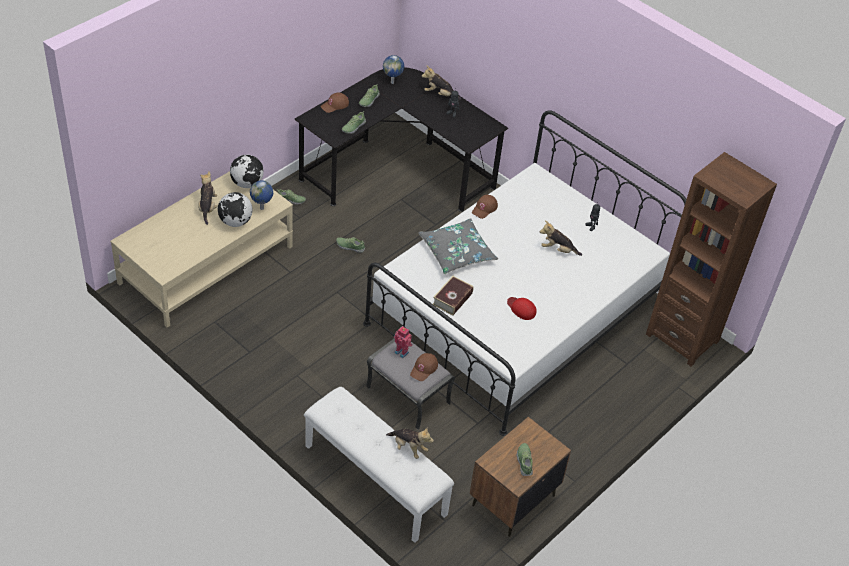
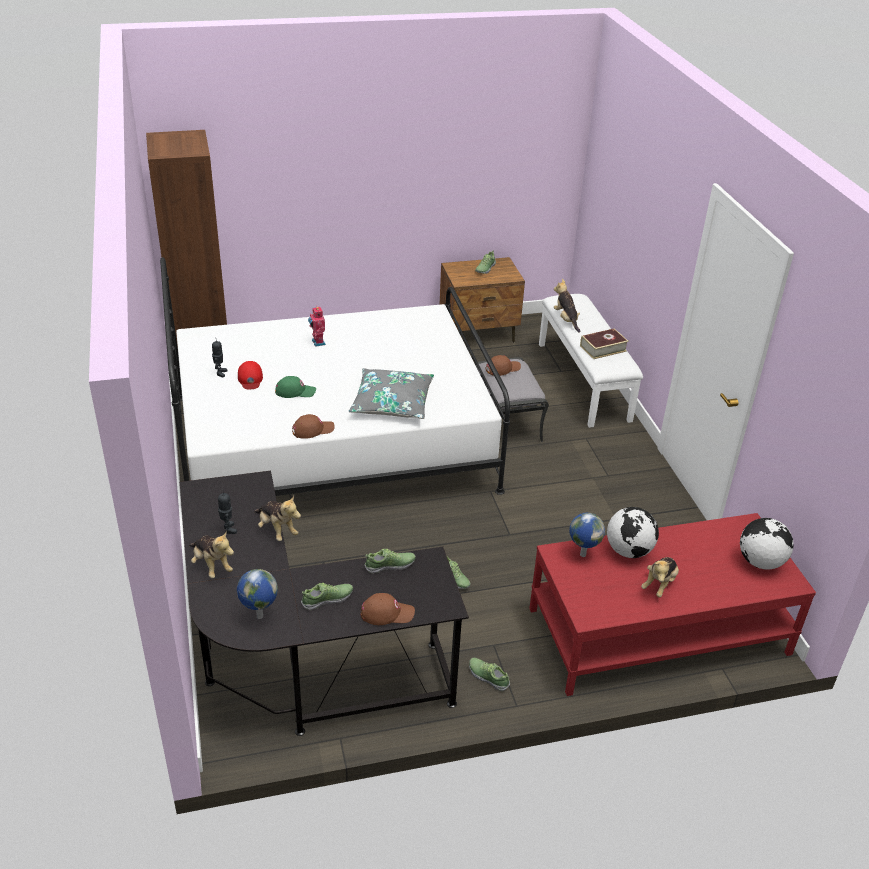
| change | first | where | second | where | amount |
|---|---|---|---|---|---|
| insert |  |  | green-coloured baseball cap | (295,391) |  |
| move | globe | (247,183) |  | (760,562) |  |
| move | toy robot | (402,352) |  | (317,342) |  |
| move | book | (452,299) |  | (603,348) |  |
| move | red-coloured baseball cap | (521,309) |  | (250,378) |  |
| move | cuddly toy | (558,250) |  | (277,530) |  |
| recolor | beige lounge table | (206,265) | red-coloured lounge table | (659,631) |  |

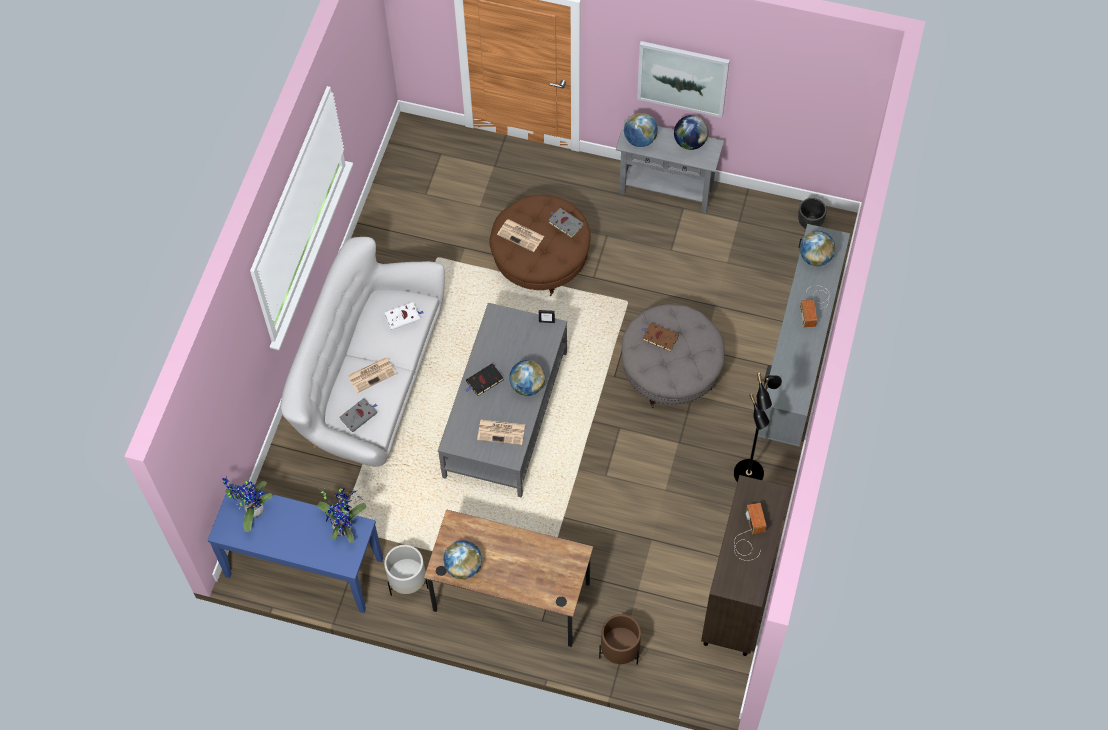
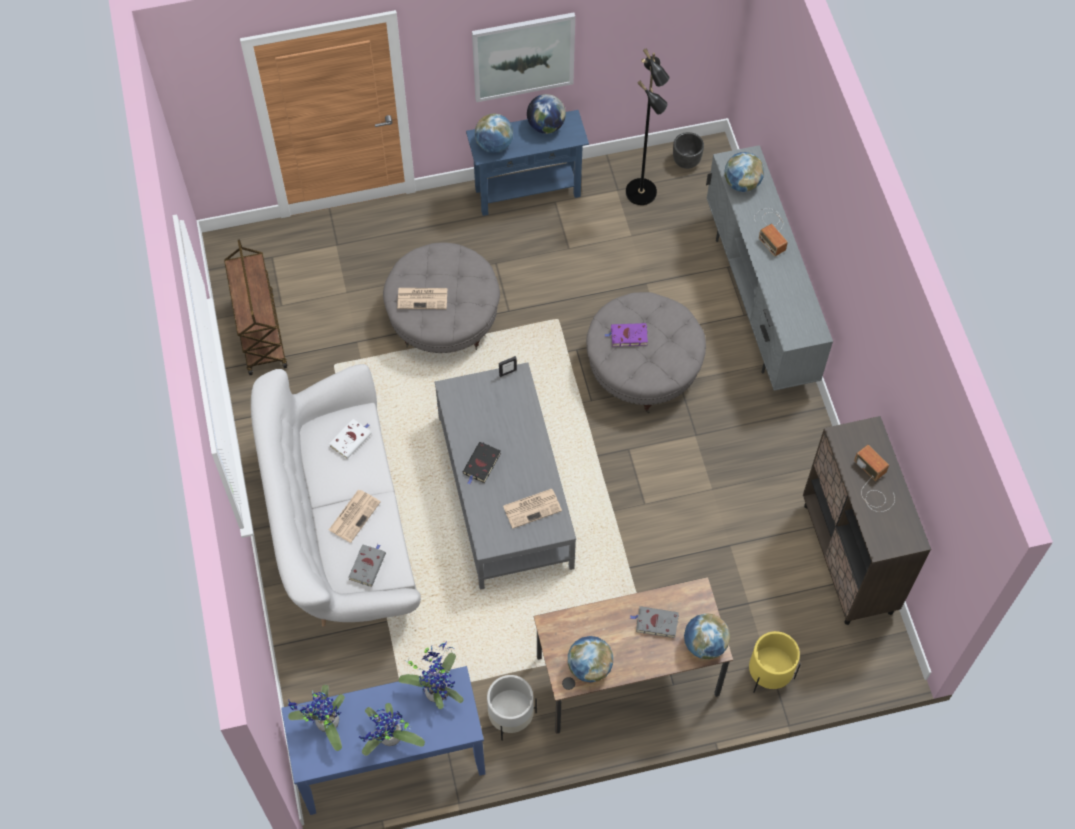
| change | first | where | second | where | amount |
|---|---|---|---|---|---|
| insert |  |  | brown-coloured trolley | (260,332) |  |
| insert |  |  | houseplant | (389,739) |  |
| move | globe | (527,386) |  | (704,644) |  |
| move | gray book | (565,223) |  | (655,623) |  |
| move | blackish standard lamp | (749,474) |  | (642,192) |  |
| recolor | brown-coloured ottoman | (541,259) | gray ottoman | (444,317) |  |
| recolor | brown-coloured flower pot | (620,651) | yellow flower pot | (769,674) |  |
| recolor | gray narrow table | (666,191) | bluish narrow table | (527,192) |  |
| recolor | brown-coloured book | (659,337) | purplish book | (627,336) |  |

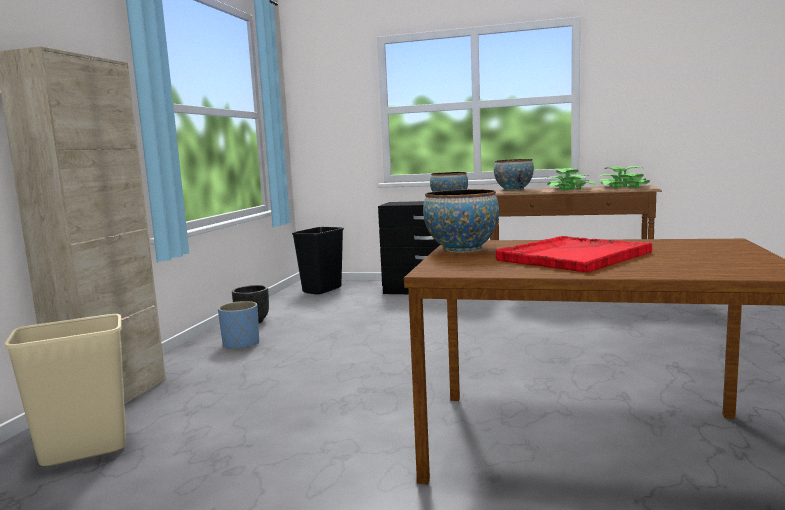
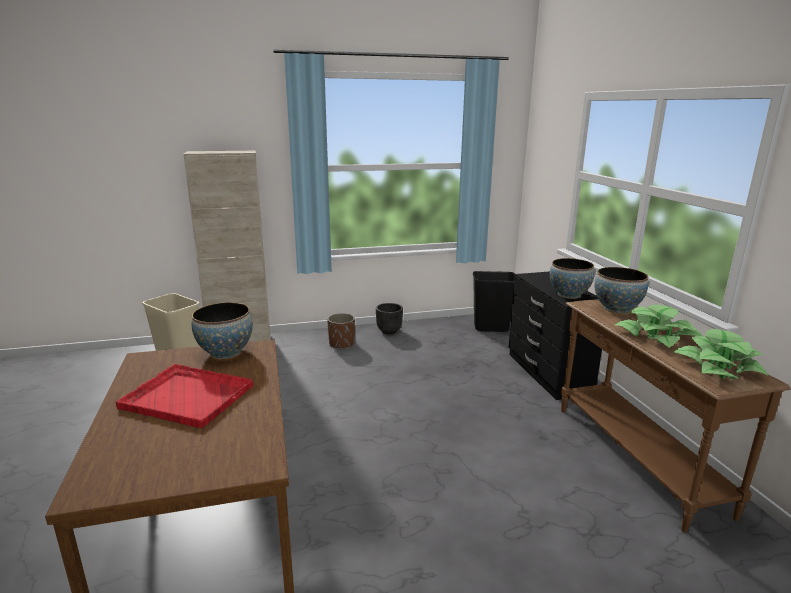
| change | first | where | second | where | amount |
|---|---|---|---|---|---|
| recolor | bluish flower pot | (241,344) | brown-coloured flower pot | (342,344) |  |

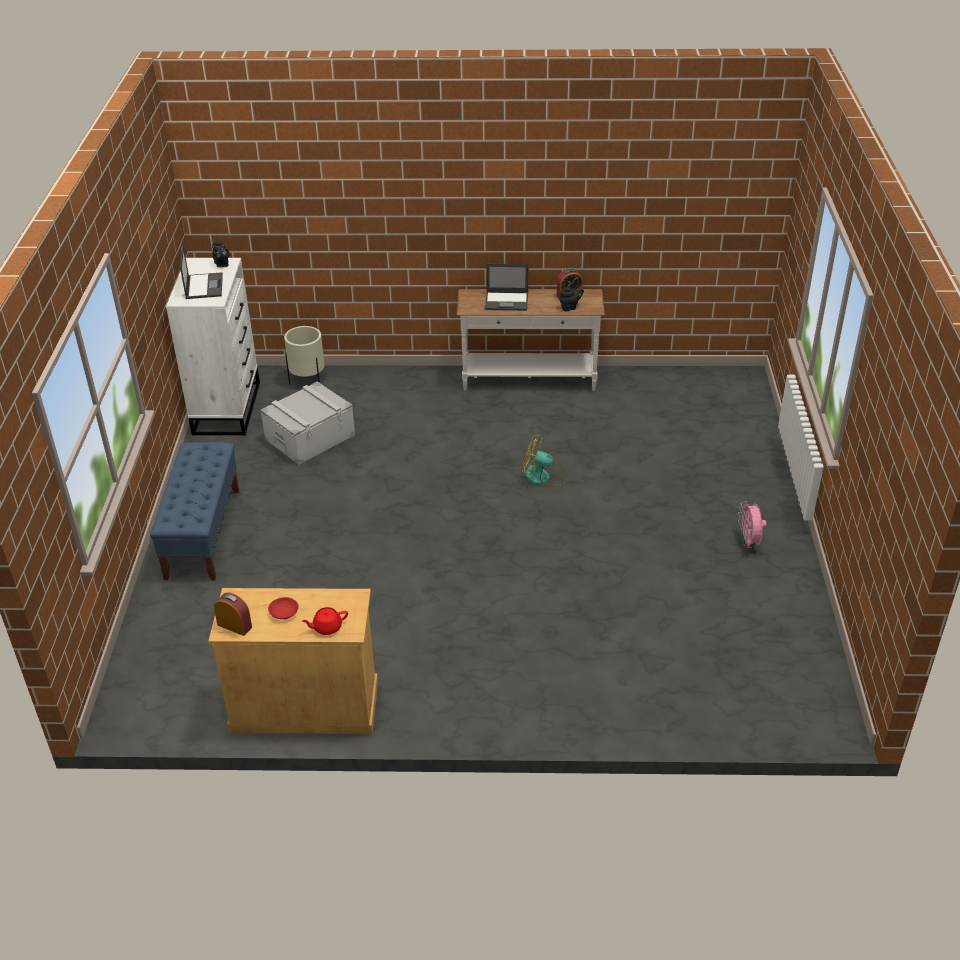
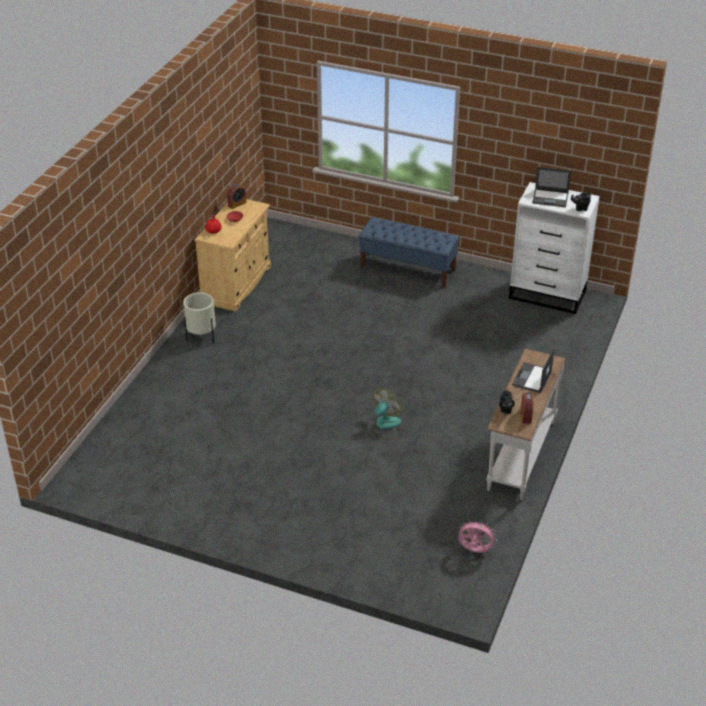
| change | first | where | second | where | amount |
|---|---|---|---|---|---|
| delete | gray storage container | (310,437) |  |  |  |
| move | beige flower pot | (308,381) |  | (202,337) |  |
| move | pink-coloured cooling fan | (749,542) |  | (474,551) |  |

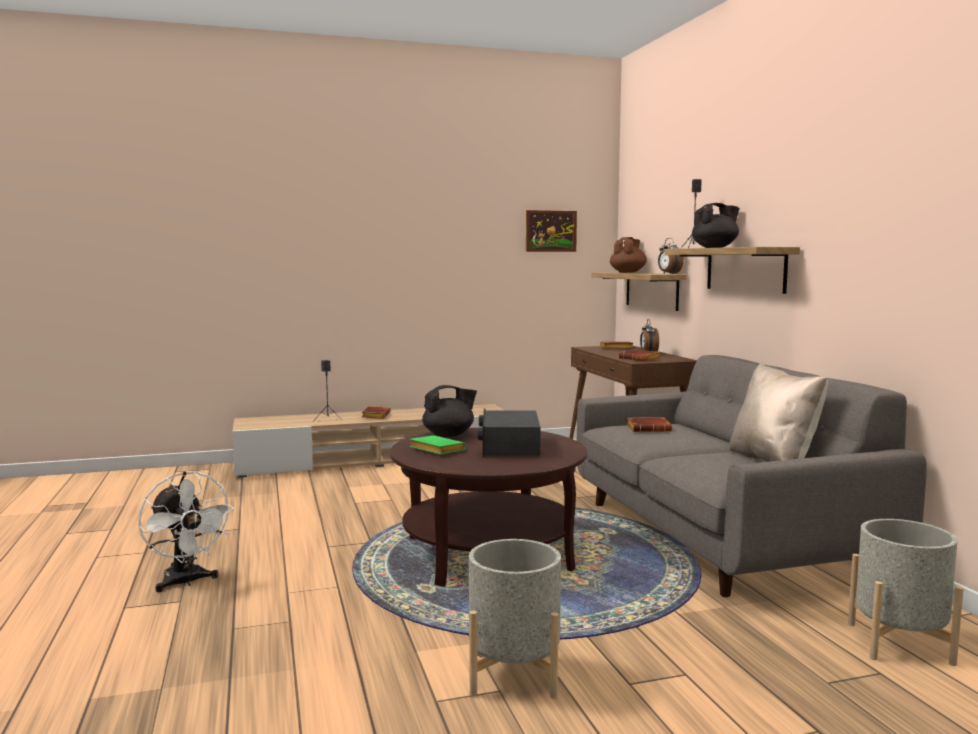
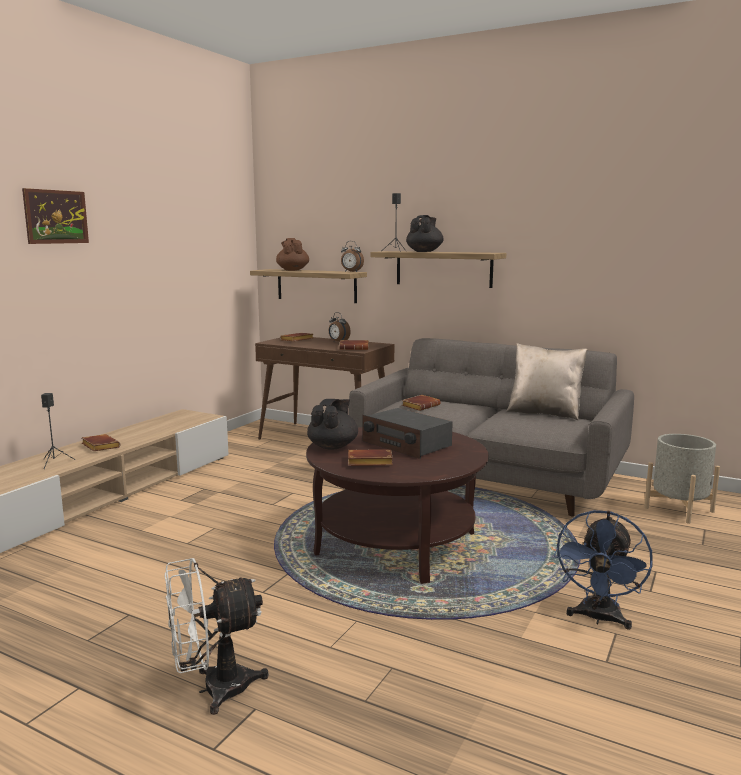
| change | first | where | second | where | amount |
|---|---|---|---|---|---|
| move | picture | (551,231) |  | (56,217) |  |
| replace | gray flower pot | (514,674) | bluish cooling fan | (598,618) |  |
| recolor | green-coloured book | (435,450) | brown-coloured book | (368,463) |  |
| rotate | white cooling fan | (186,582) |  | (213,689) | 150 degrees clockwise |

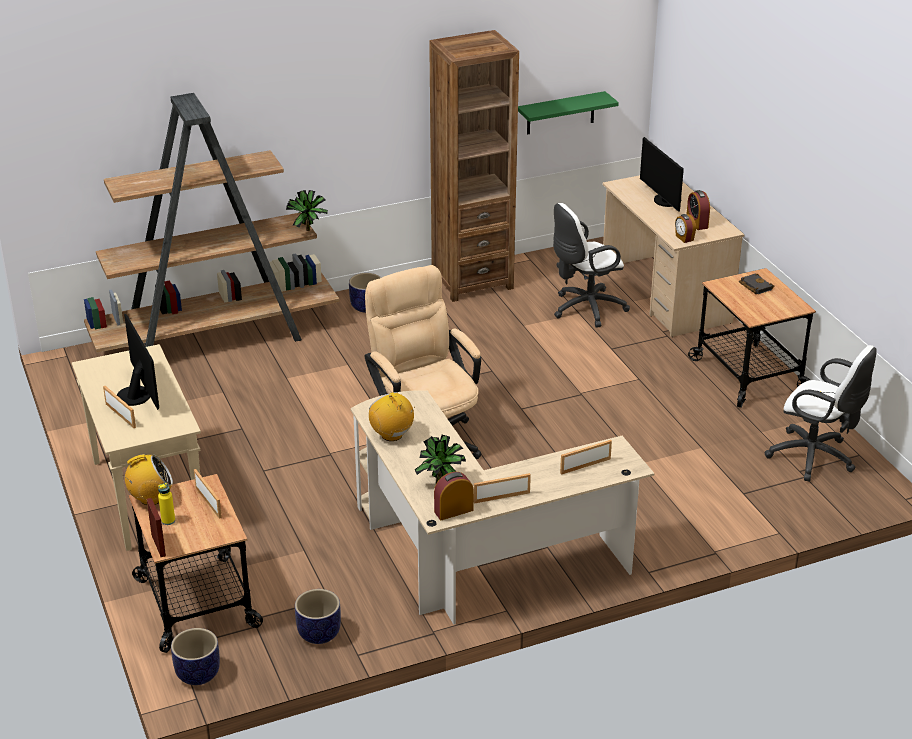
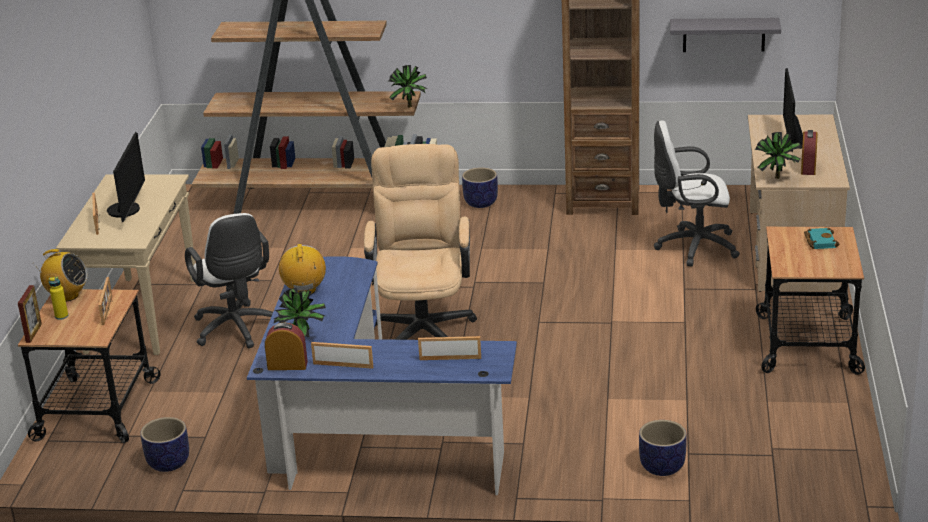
| change | first | where | second | where | amount |
|---|---|---|---|---|---|
| move | flower pot | (198,674) |  | (662,467) |  |
| move | white desk chair | (815,458) |  | (236,330) |  |
| replace | alarm clock | (684,238) | houseplant | (777,179) |  |
| recolor | beige desk | (474,557) | bluish desk | (364,439) |  |
| recolor | green-coloured wall shelf | (560,113) | gray wall shelf | (724,34) |  |
| recolor | blackish book | (754,286) | turquoise-coloured book | (819,241) |  |

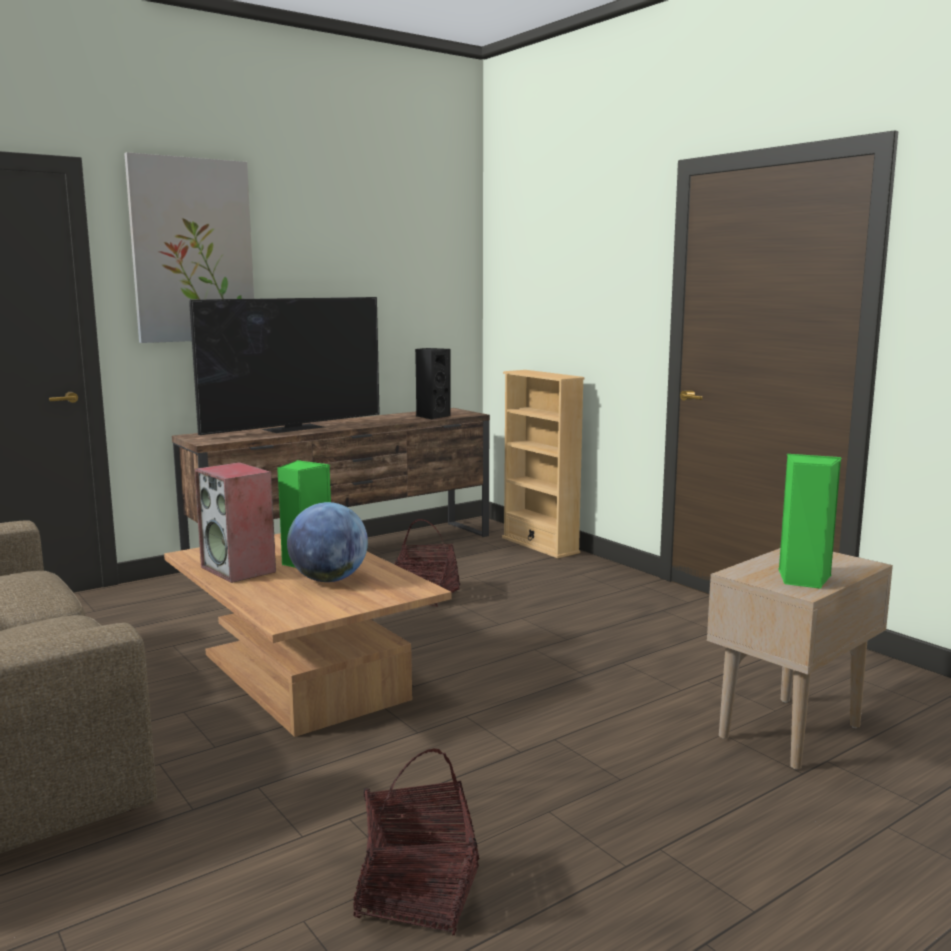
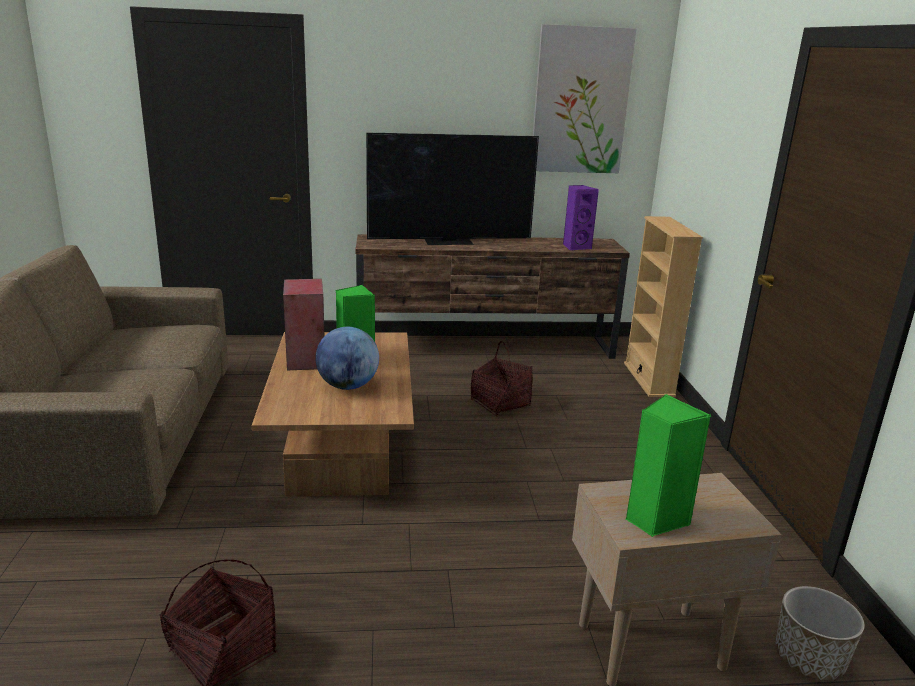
| change | first | where | second | where | amount |
|---|---|---|---|---|---|
| insert |  |  | flower pot | (809,659) |  |
| move | picture | (192,251) |  | (580,101) |  |
| recolor | blackish audio speaker | (432,416) | purplish audio speaker | (575,247) |  |

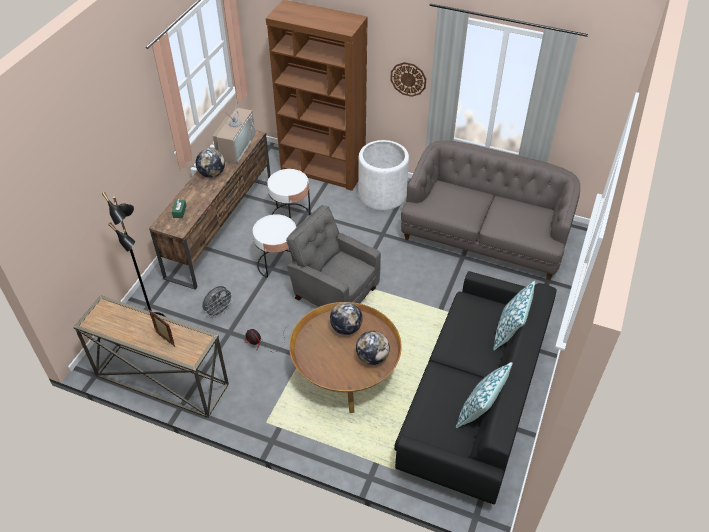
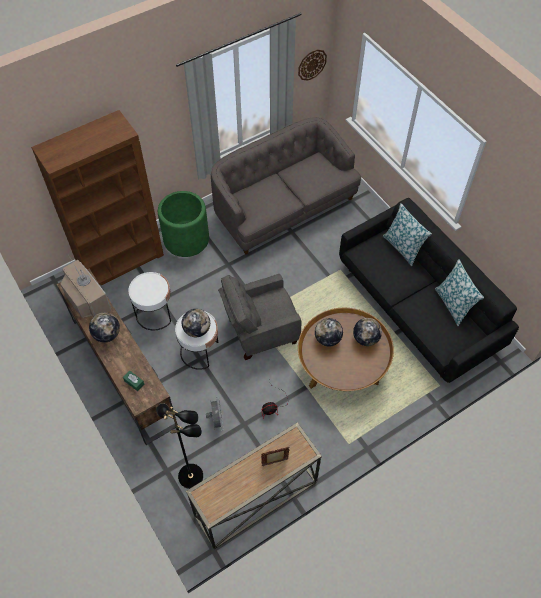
| change | first | where | second | where | amount |
|---|---|---|---|---|---|
| insert |  |  | globe | (197,330) |  |
| move | clock on the wall | (408,79) |  | (312,64) |  |
| recolor | white flower pot | (382,195) | green-coloured flower pot | (186,239) |  |

